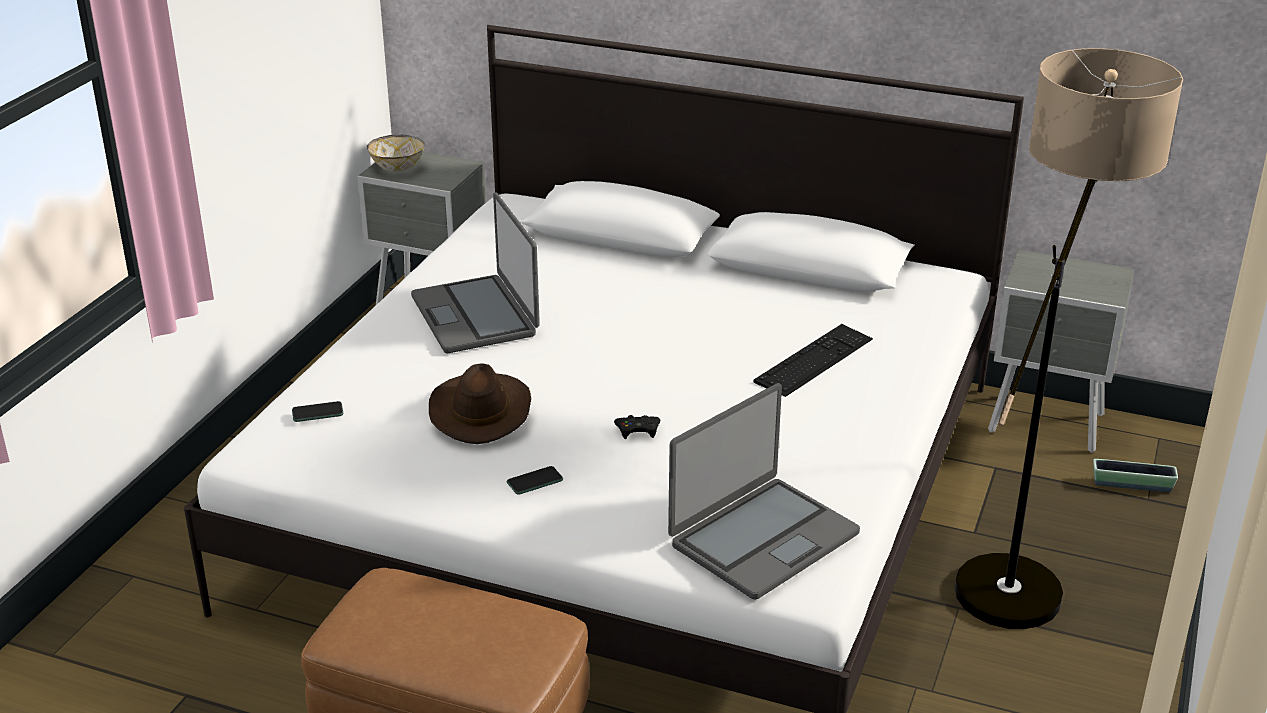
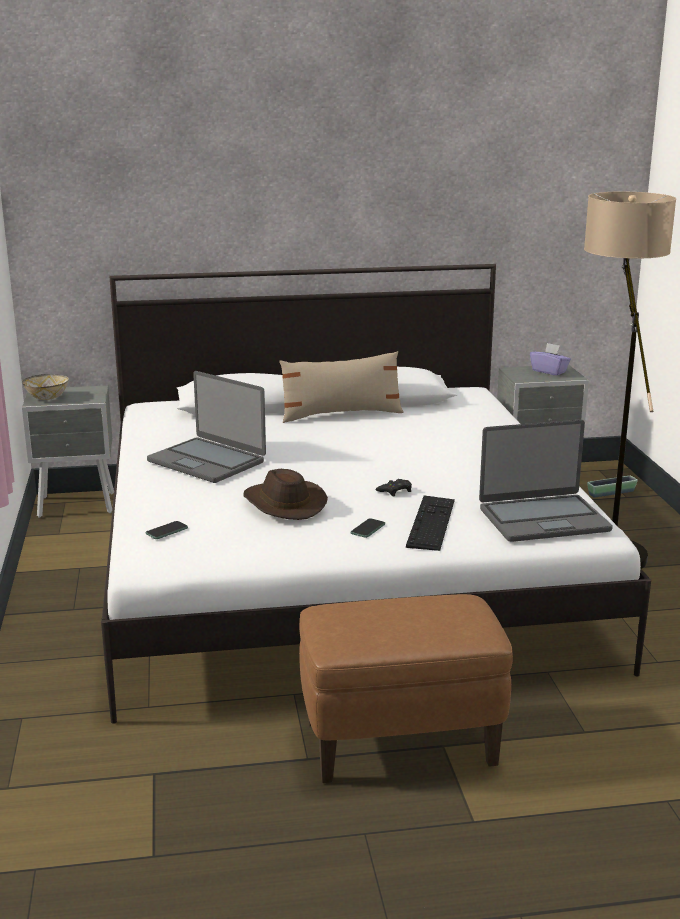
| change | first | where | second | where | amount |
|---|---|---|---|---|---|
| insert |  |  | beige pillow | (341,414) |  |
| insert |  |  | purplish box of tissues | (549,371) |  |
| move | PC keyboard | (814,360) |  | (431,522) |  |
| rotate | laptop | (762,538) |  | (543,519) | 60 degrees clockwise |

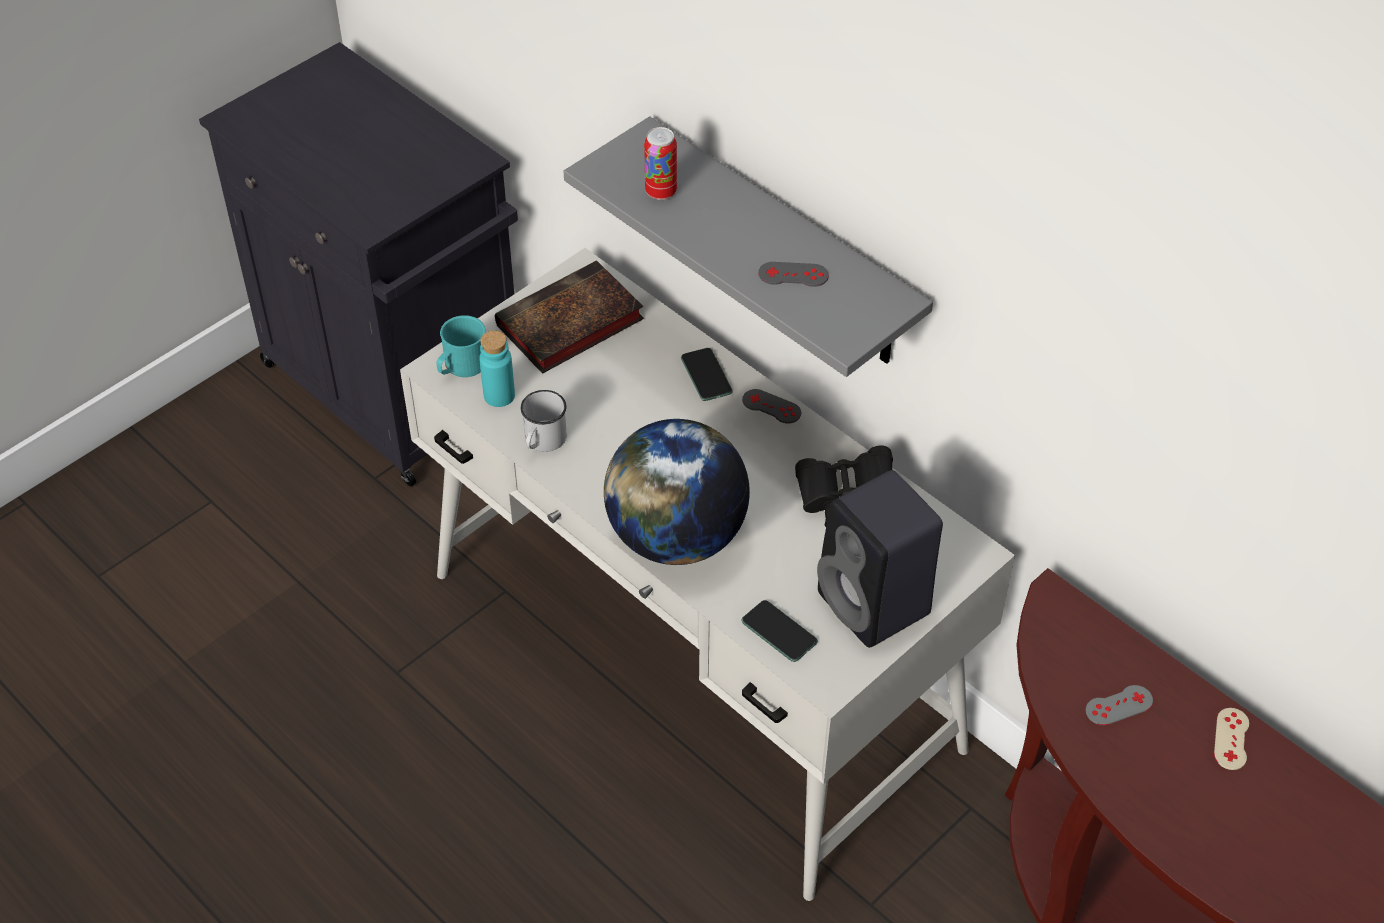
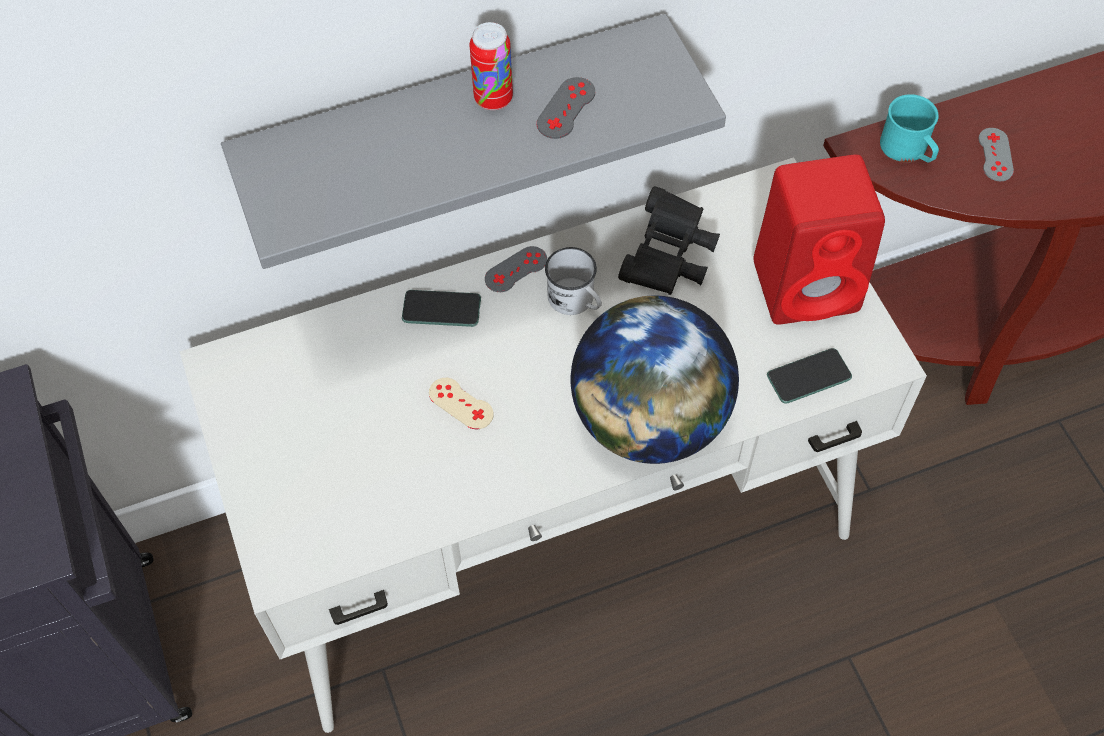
| change | first | where | second | where | amount |
|---|---|---|---|---|---|
| delete | turquoise-coloured bottle | (499,395) |  |  |  |
| delete | book | (568,325) |  |  |  |
| move | turquoise-coloured tea mug | (461,366) |  | (908,150) |  |
| move | white tea mug | (542,442) |  | (576,301) |  |
| move | sealed can | (661,192) |  | (493,99) |  |
| move | beige game controller | (1231,739) |  | (461,403) |  |
| recolor | blackish audio speaker | (876,605) | red-coloured audio speaker | (809,285) |  |

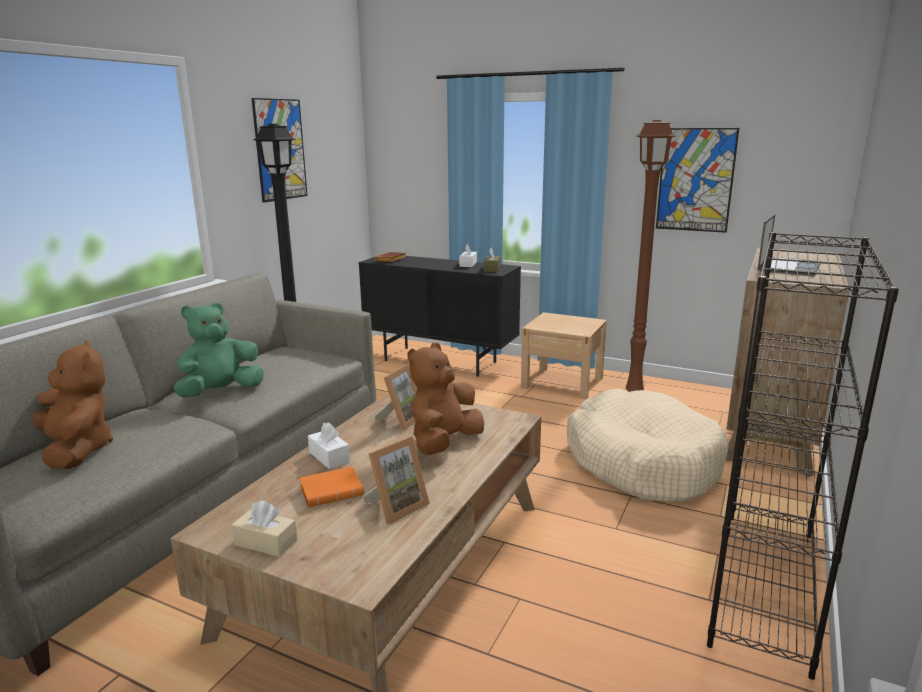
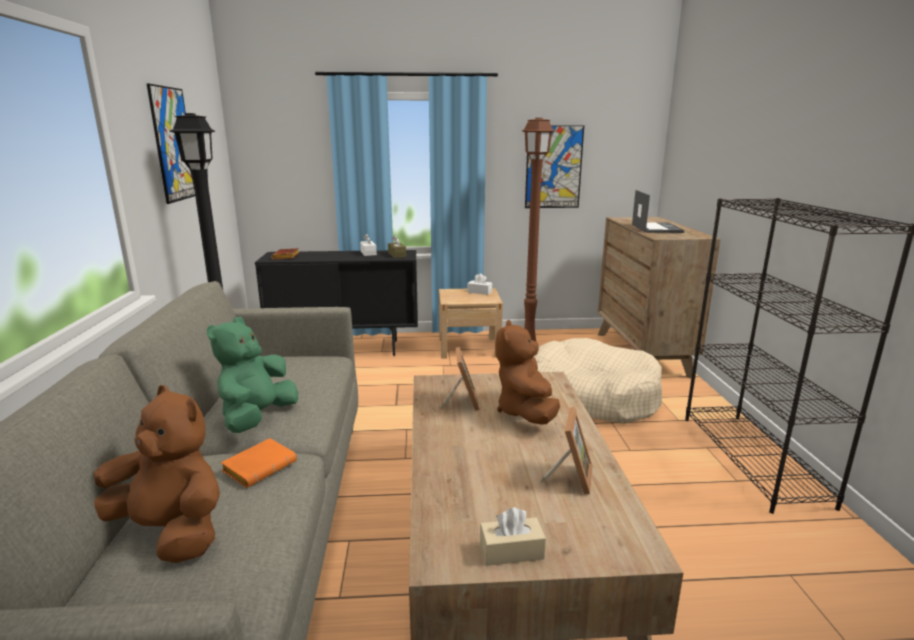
| change | first | where | second | where | amount |
|---|---|---|---|---|---|
| move | orange-coloured book | (333,491) |  | (260,466) |  |
| move | white box of tissues | (329,457) |  | (479,292) |  |

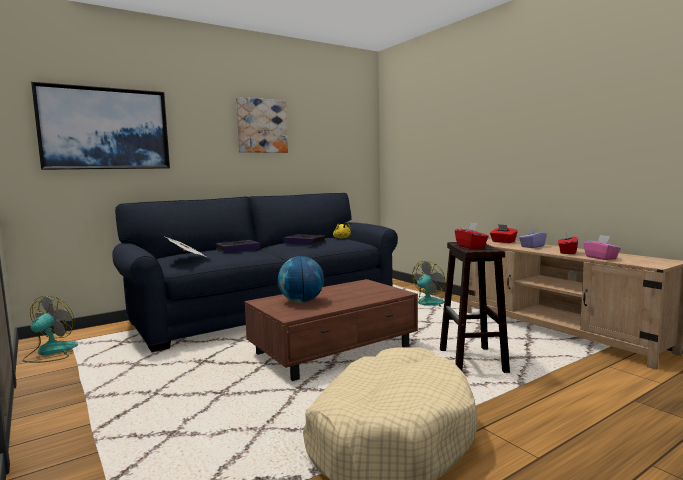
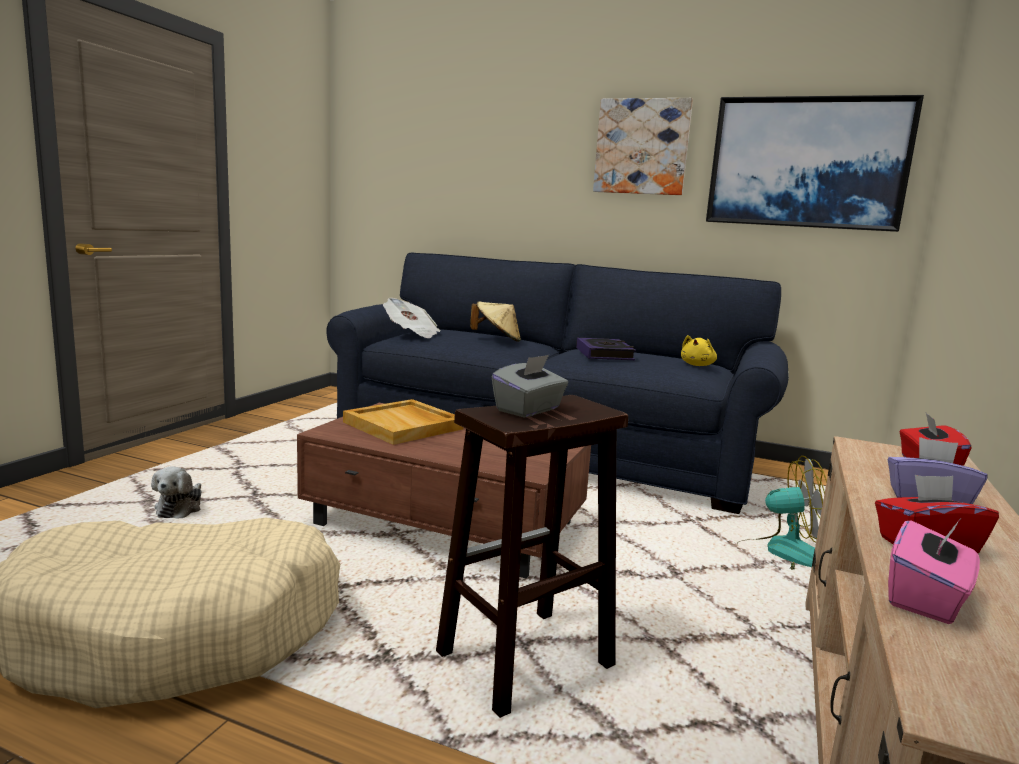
| change | first | where | second | where | amount |
|---|---|---|---|---|---|
| delete | cooling fan | (50,352) |  |  |  |
| insert |  |  | cuddly toy | (180,508) |  |
| move | picture | (105,129) |  | (807,163) |  |
| replace | book | (238,249) | beige wearable hat | (497,339) |  |
| replace | globe | (301,301) | beige tray | (404,425) |  |
| recolor | red-coloured box of tissues | (471,247) | gray box of tissues | (529,410) |  |

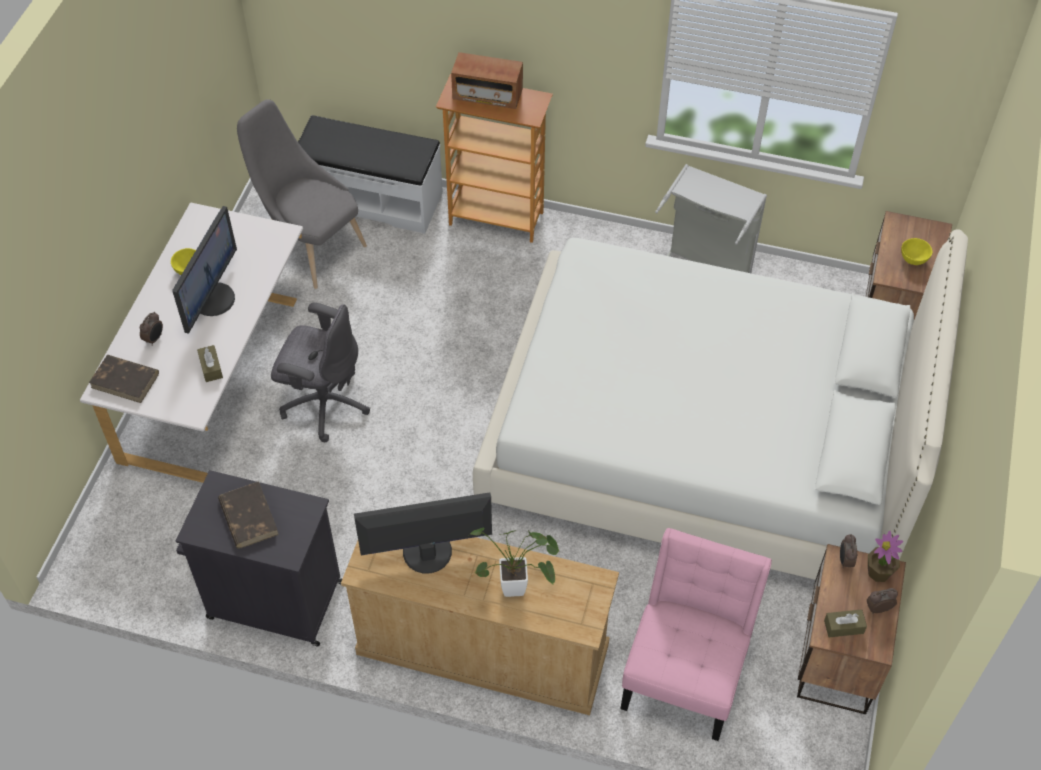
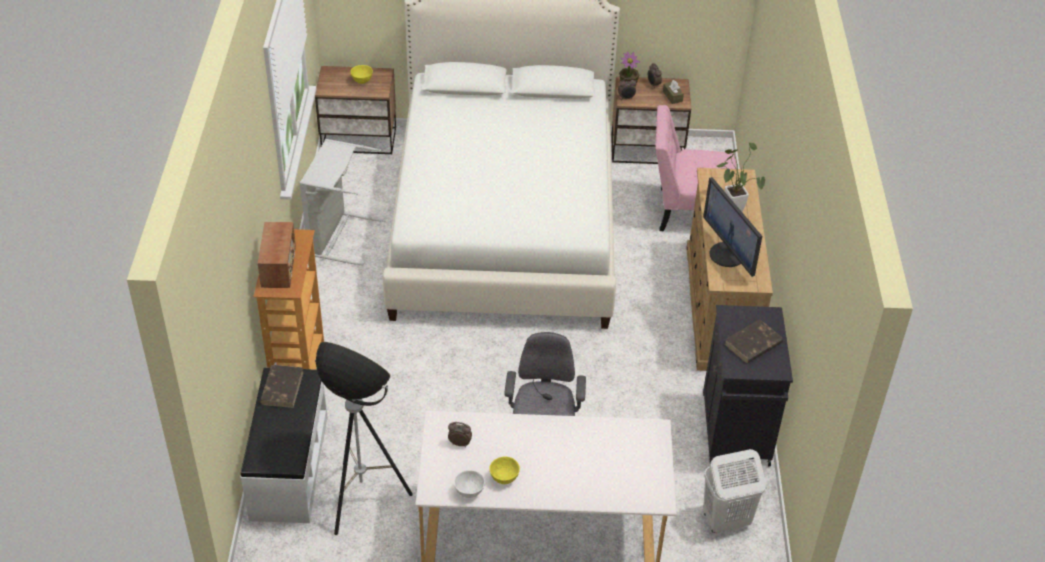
| change | first | where | second | where | amount |
|---|---|---|---|---|---|
| delete | computer display | (212,299) |  |  |  |
| delete | brown-coloured box of tissues | (211,367) |  |  |  |
| insert |  |  | white serving bowl | (469,491) |  |
| insert |  |  | white hamper | (725,520) |  |
| move | brown-coloured book | (126,380) |  | (282,388) |  |
| move | alarm clock | (154,339) |  | (460,443) |  |
| replace | gray chair | (311,247) | standard lamp | (362,499) |  |

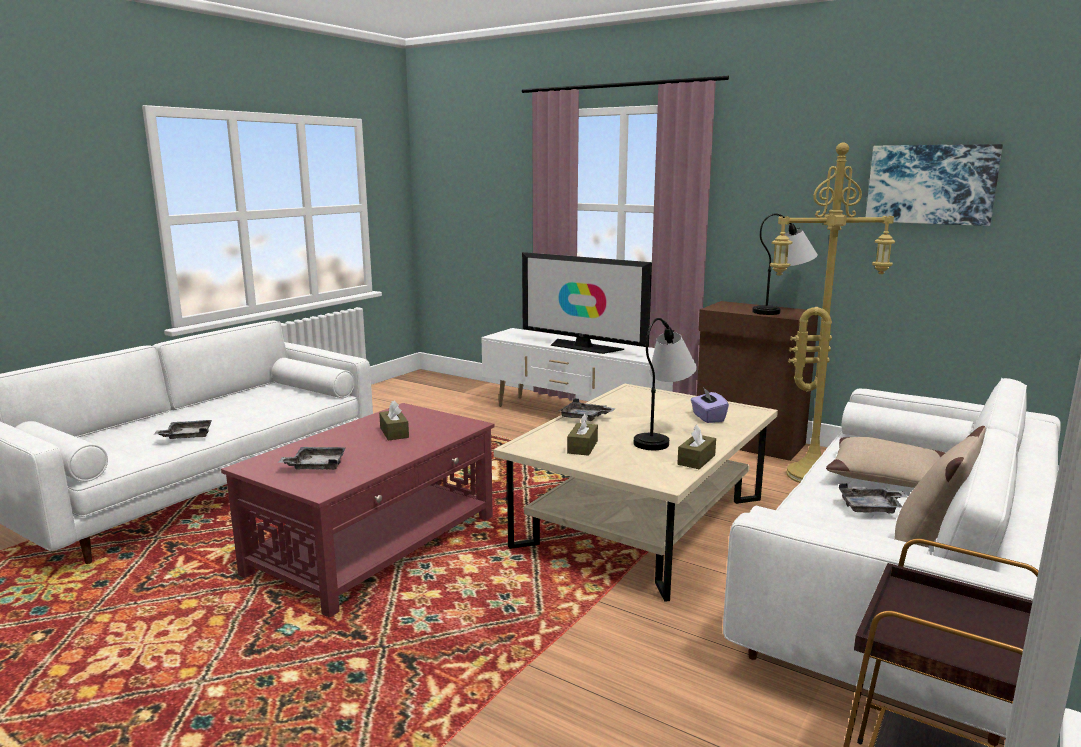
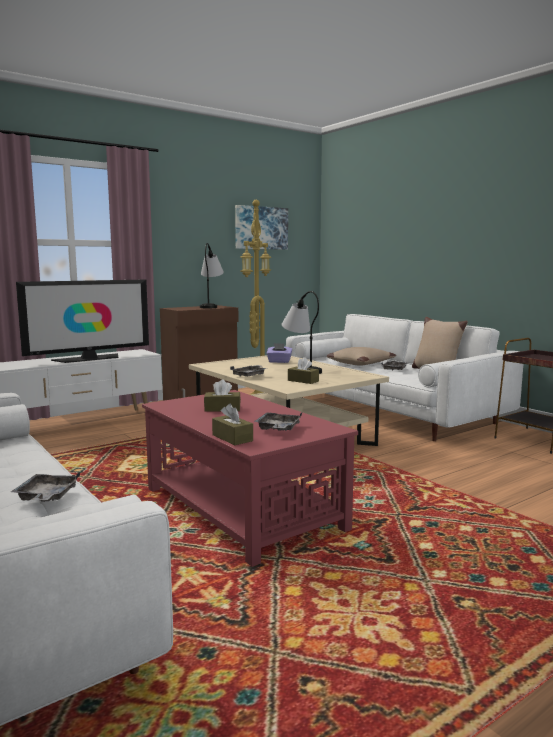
| change | first | where | second | where | amount |
|---|---|---|---|---|---|
| move | brown-coloured box of tissues | (696,460) |  | (232,438) |  |

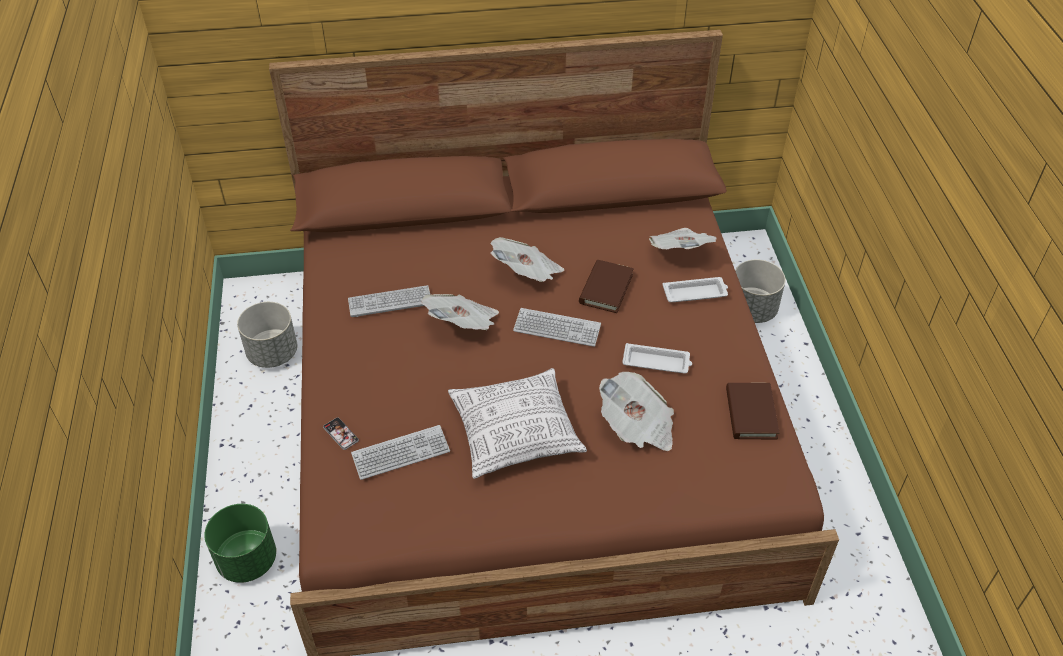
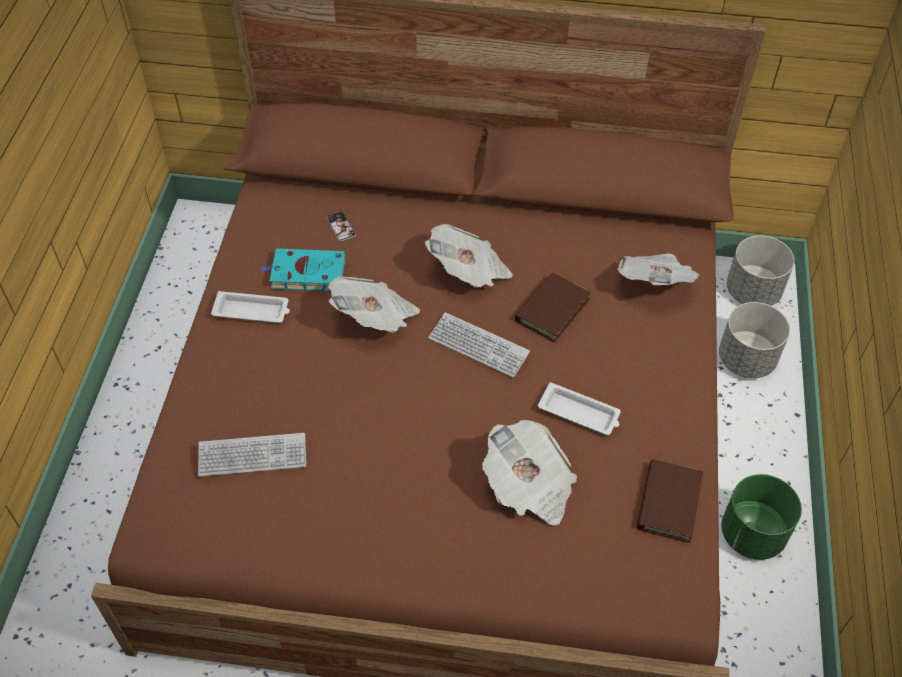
| change | first | where | second | where | amount |
|---|---|---|---|---|---|
| delete | pillow | (516,433) |  |  |  |
| move | green-coloured flower pot | (247,560) |  | (752,534) |  |
| move | gray flower pot | (273,353) |  | (752,291) |  |
| move | telephone | (341,434) |  | (340,227) |  |
| move | white tray | (695,293) |  | (252,311) |  |
| replace | PC keyboard | (390,302) | turquoise-coloured book | (306,273) |  |

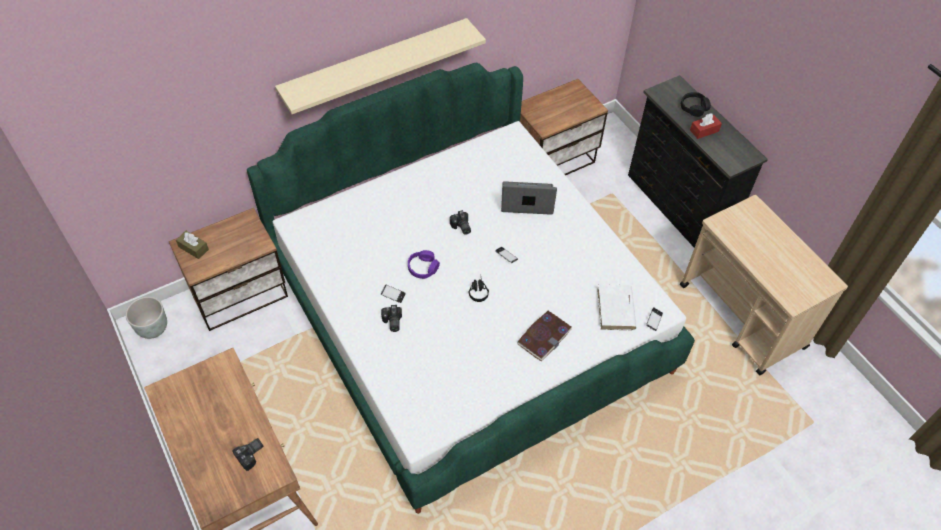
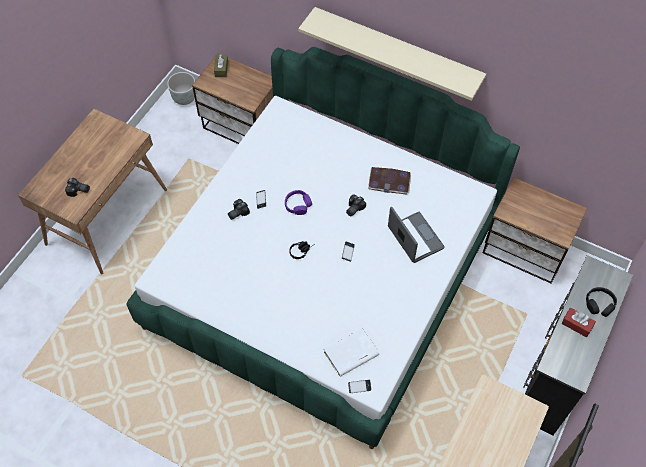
| change | first | where | second | where | amount |
|---|---|---|---|---|---|
| move | book | (544,336) |  | (389,182) |  |

